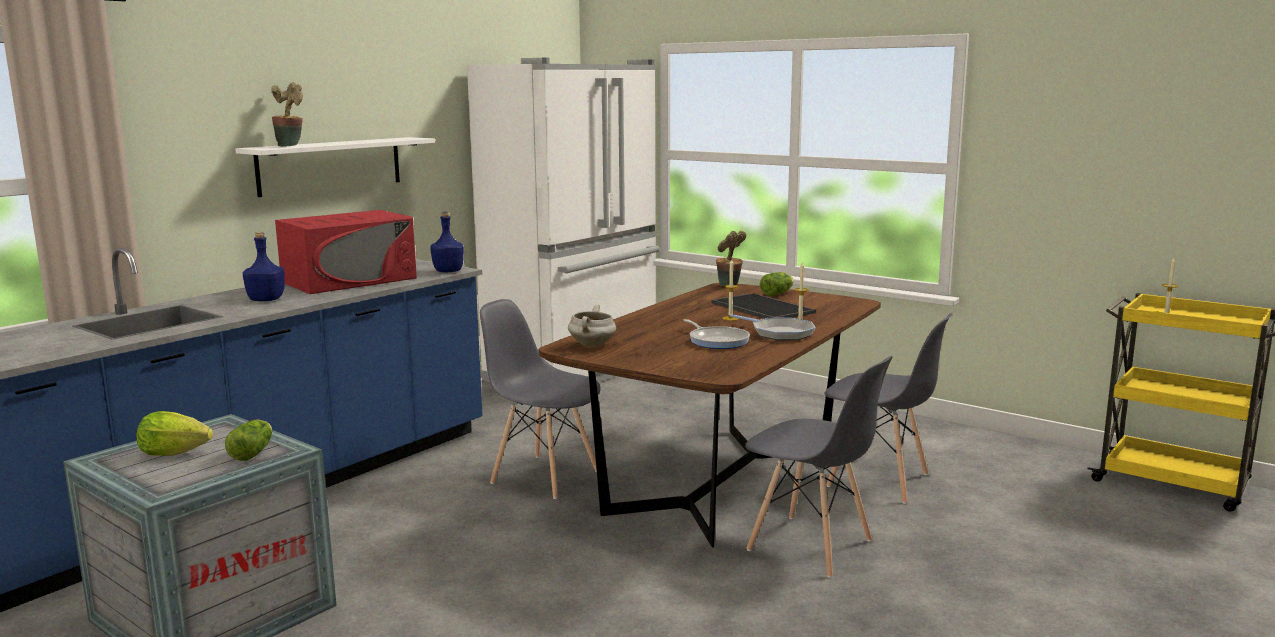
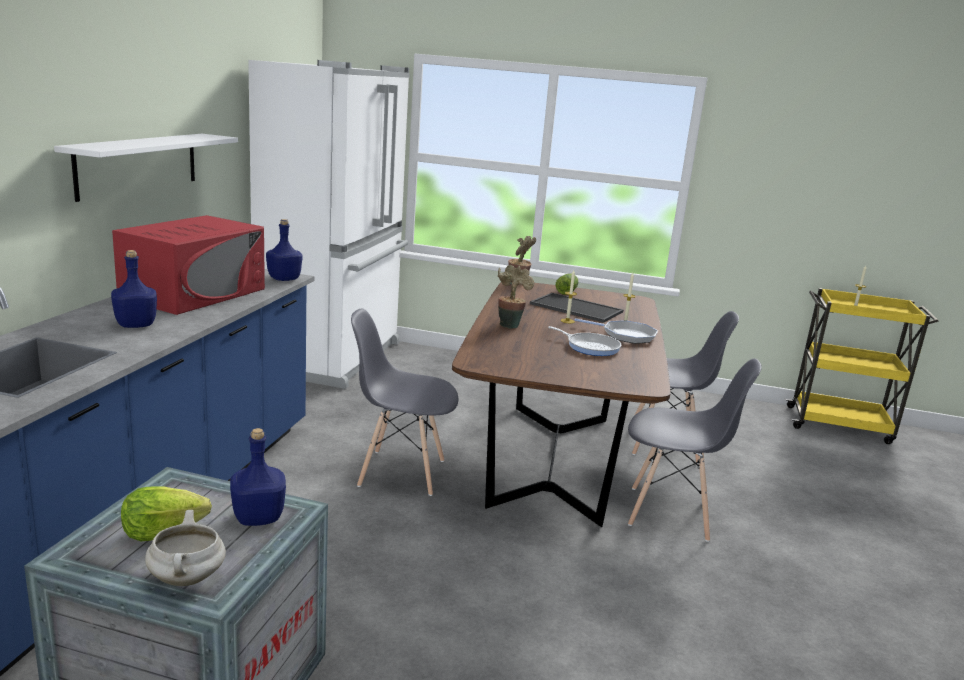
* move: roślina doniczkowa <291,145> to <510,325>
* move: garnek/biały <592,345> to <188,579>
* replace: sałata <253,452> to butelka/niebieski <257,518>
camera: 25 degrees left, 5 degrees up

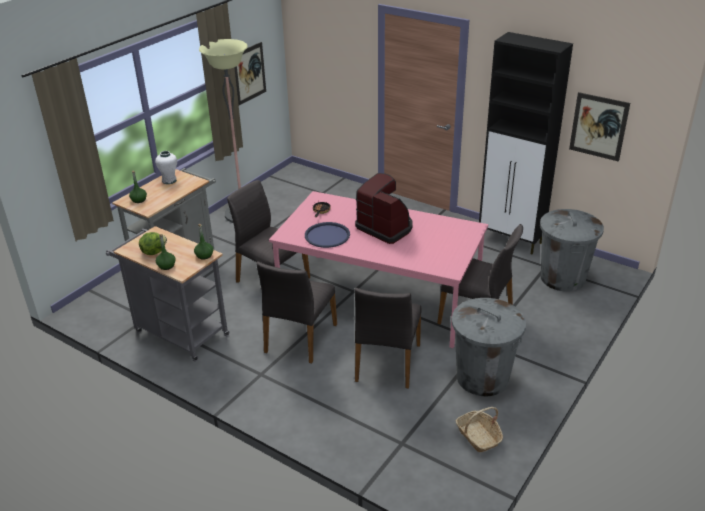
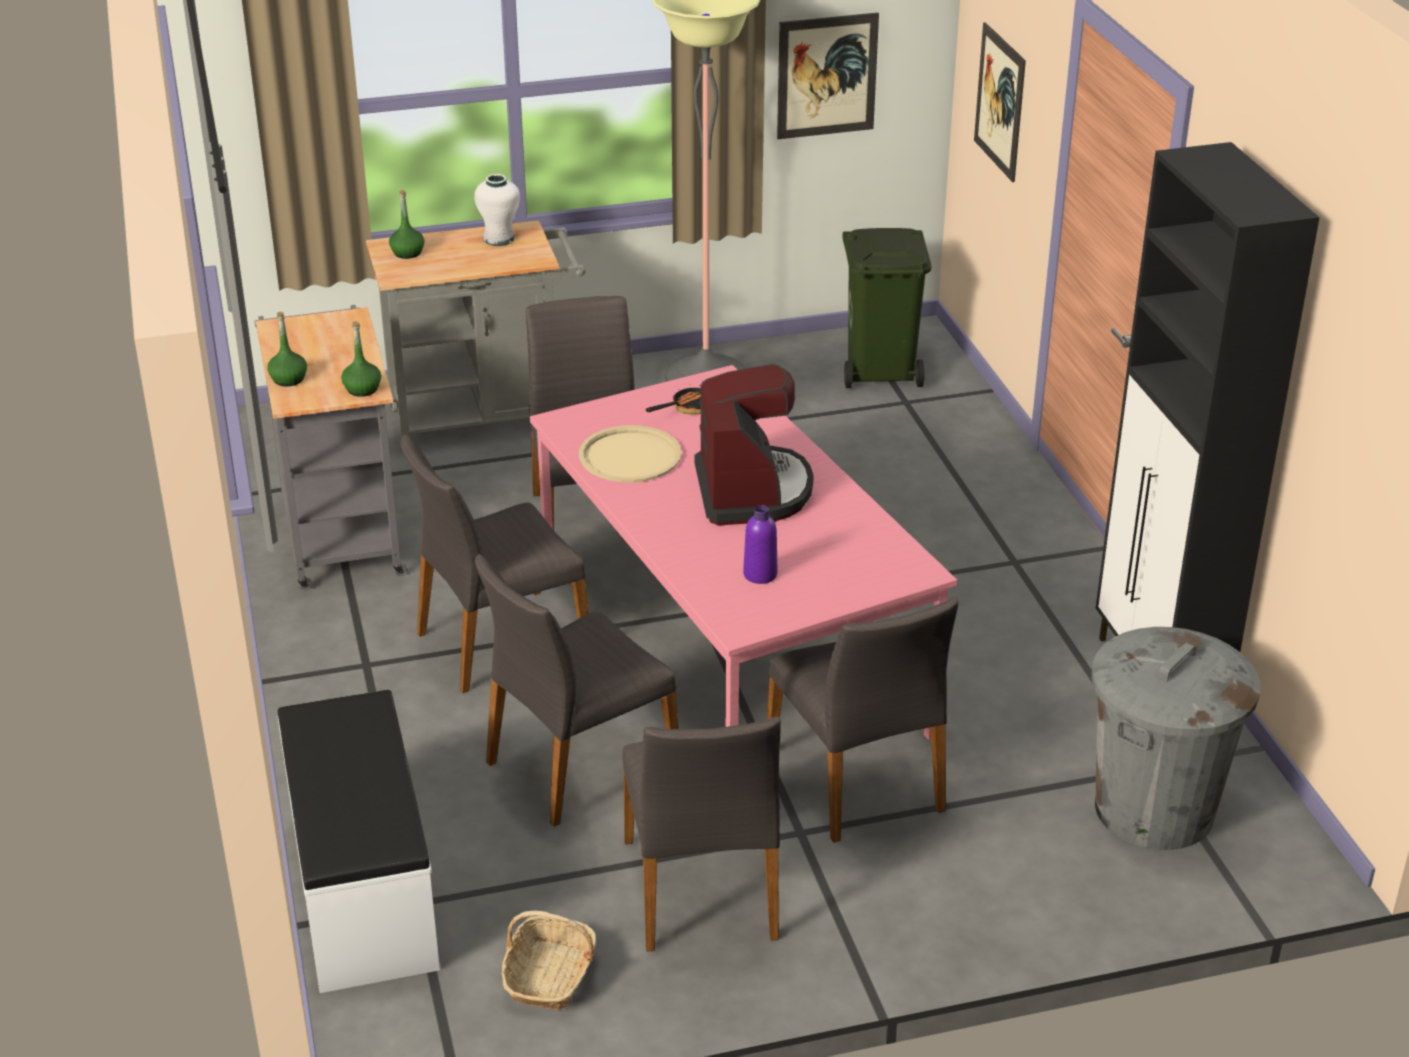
* move: obraz <598,126> to <1000,101>
* recolor: taca/niebieski <327,235> to taca/beżowy <630,456>
* delete: sałata <153,252>
* replace: kosz na śmieci/szary <482,378> to krzesło/szary <703,889>
* insert: kosz na śmieci/zielony <882,371>
* insert: butelka/fioletowy <760,574>
* insert: ławka/biały <360,889>
camera: 40 degrees right, 0 degrees up

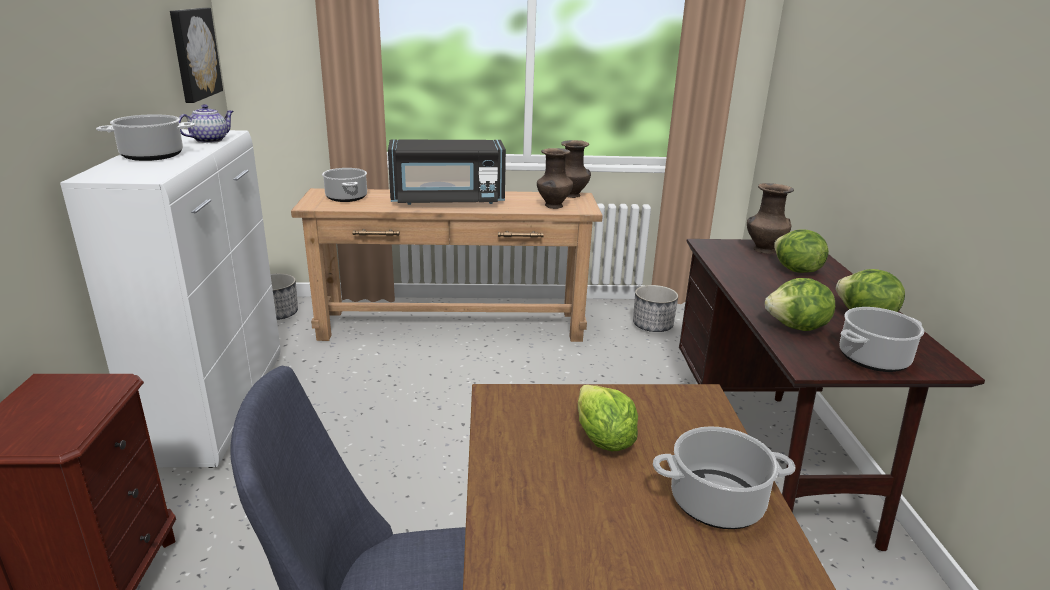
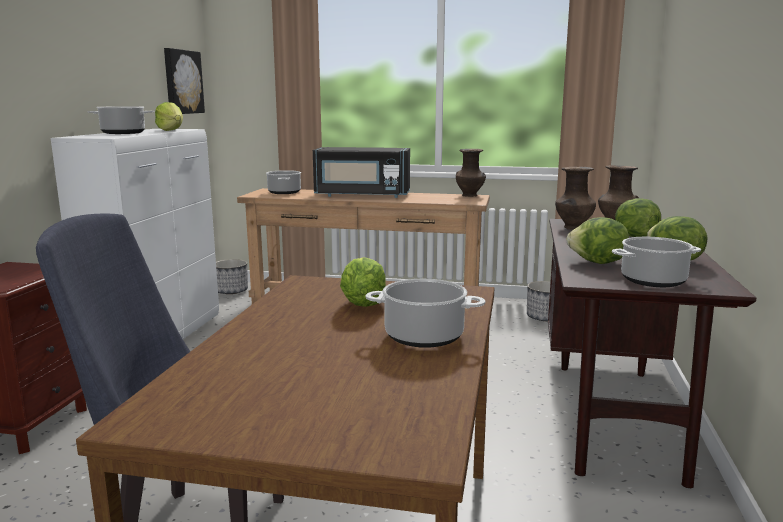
* replace: imbryk <210,140> to sałata <171,130>
* move: wazon/brązowy <553,206> to <573,228>
camera: 15 degrees right, 10 degrees down

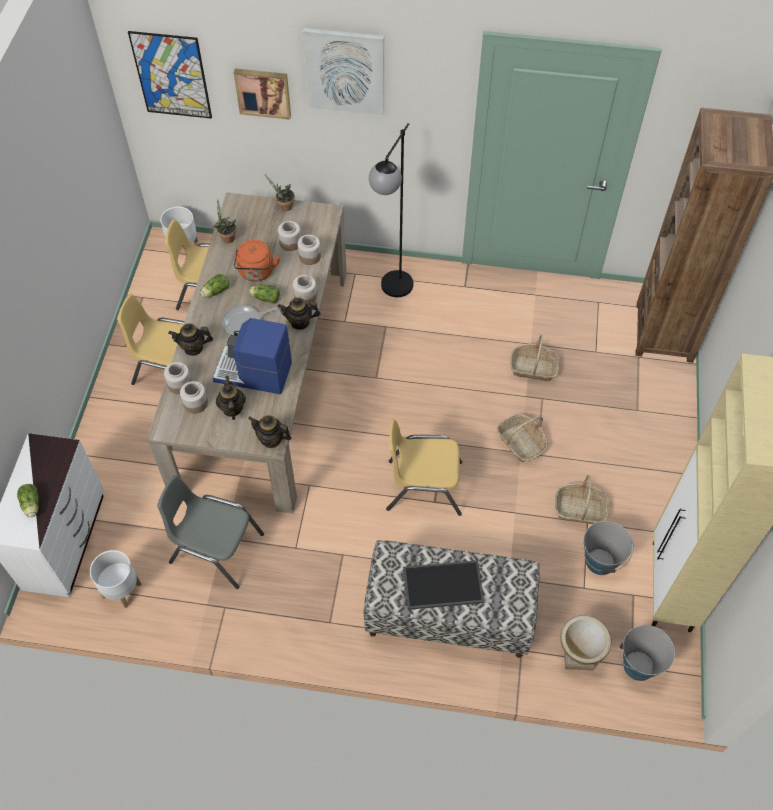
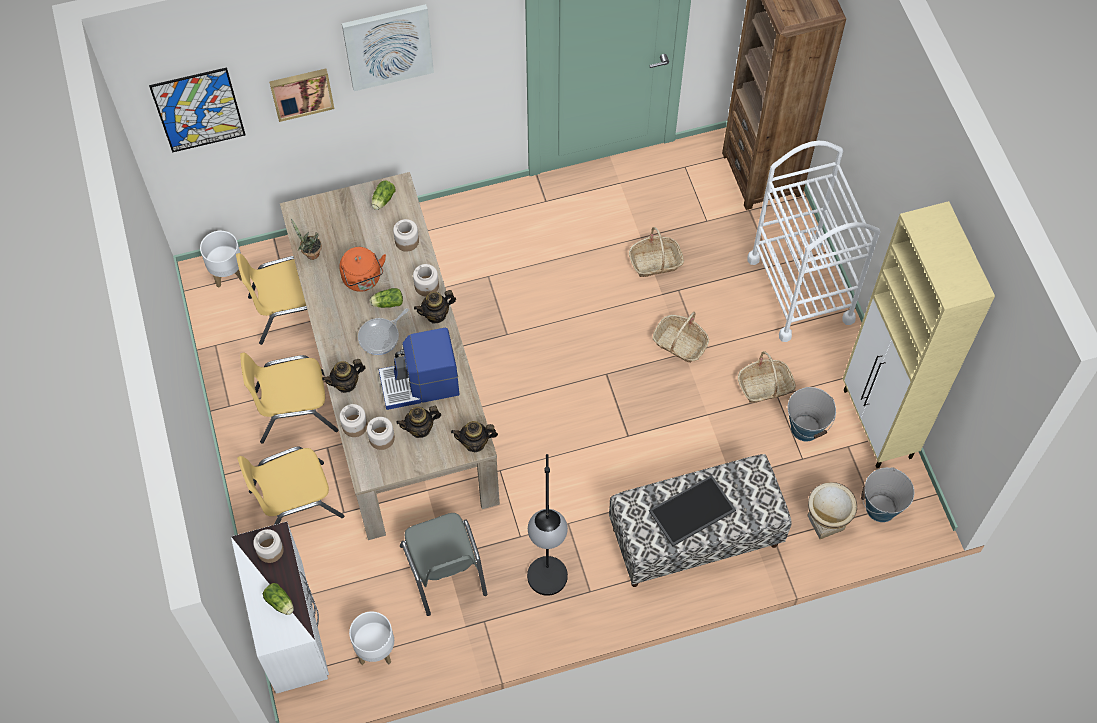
* move: lampa stojąca/czarny <392,293> to <547,590>
* delete: roślina doniczkowa <284,207>
* move: słoik <290,242> to <270,550>
* move: sałata <215,292> to <382,200>
* rotate: imbryk <232,408> = <420,428> 75 degrees counterclockwise
* move: krzesło/żółty <424,486> to <295,503>
* rotate: krzesło/szary <216,548> = <444,570> 105 degrees counterclockwise
* insert: wózek/biały <800,289>
camera: 25 degrees left, 5 degrees up

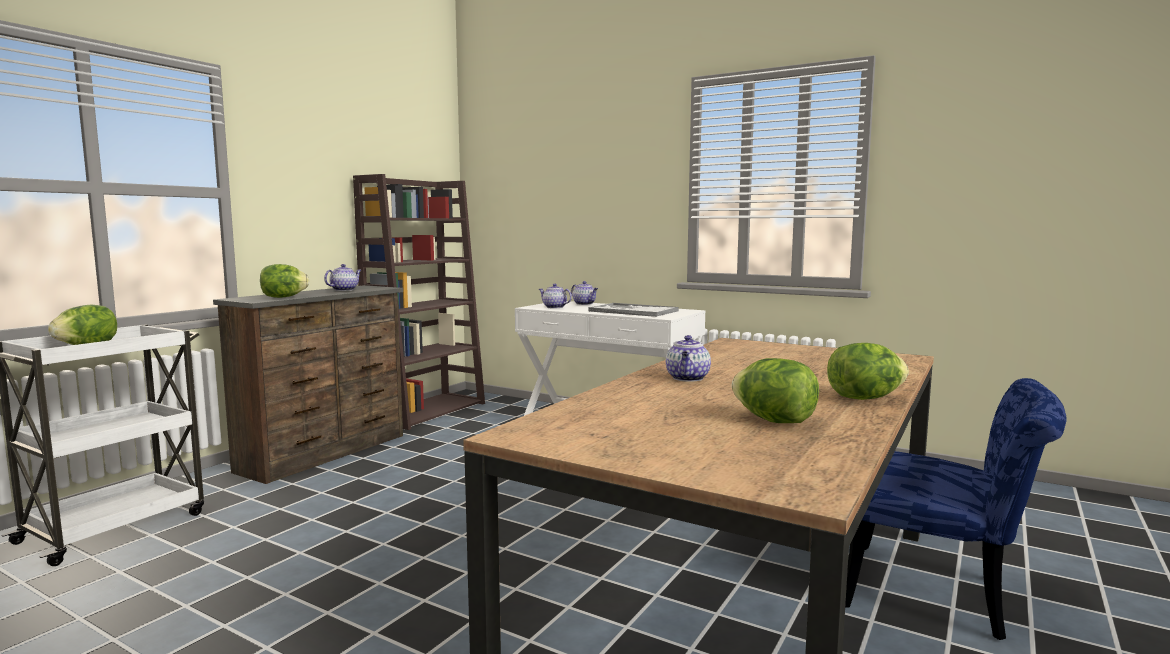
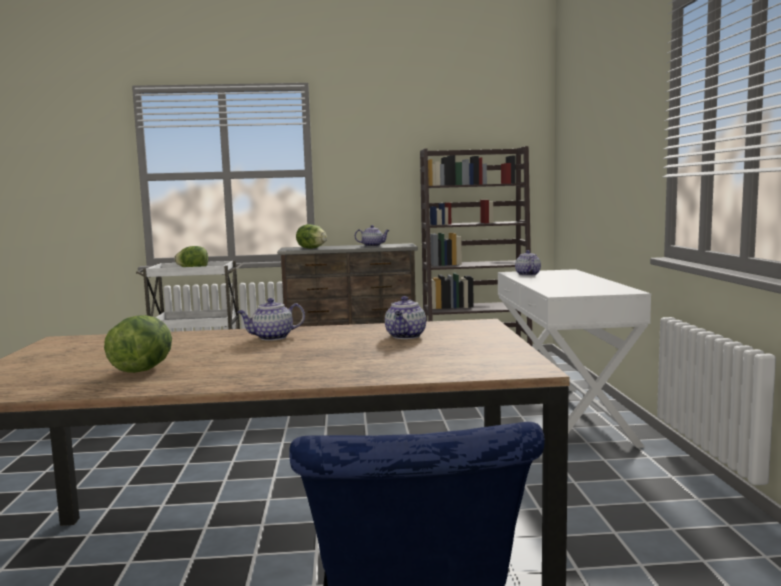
* move: imbryk <585,304> to <406,336>
* delete: taca <632,311>
* delete: sałata <864,398>
camera: 55 degrees right, 0 degrees up

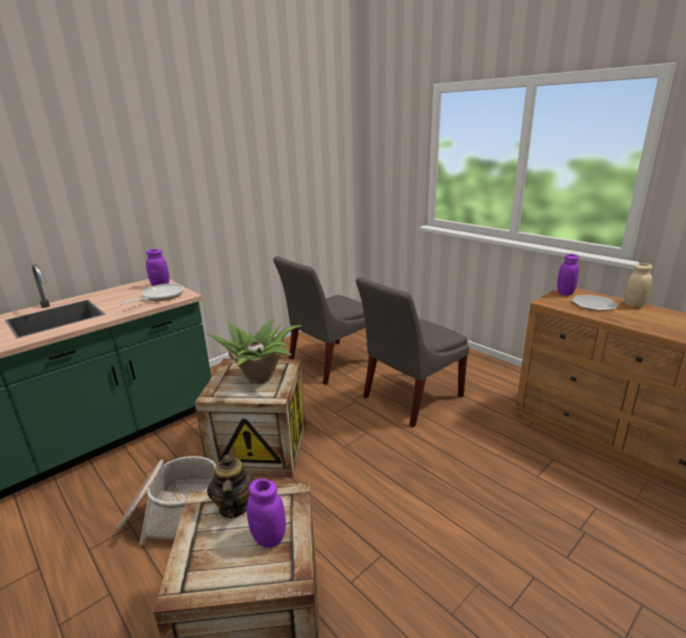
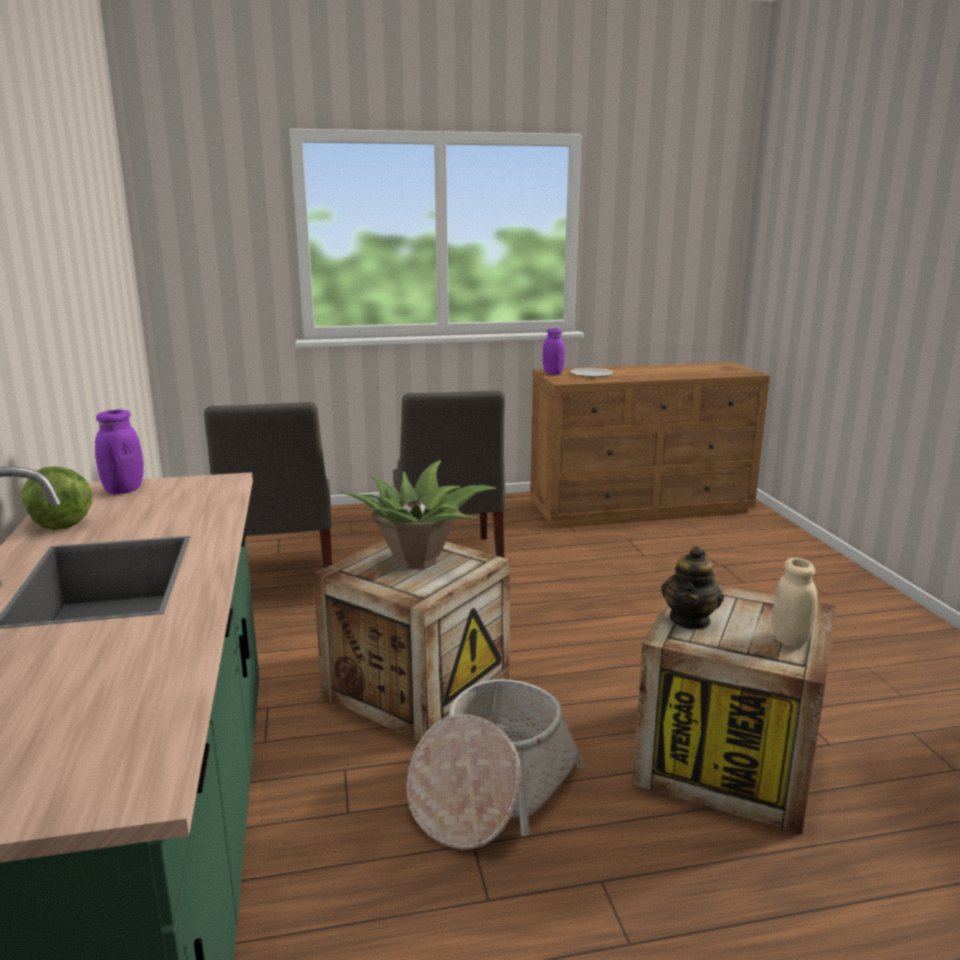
* move: słoik/beżowy <634,305> to <790,639>
* delete: patelnia <160,297>
* rotate: imbryk <234,506> = <690,620> 90 degrees counterclockwise
* delete: słoik/fioletowy <269,538>
* insert: sałata <58,521>
camera: 60 degrees left, 5 degrees down

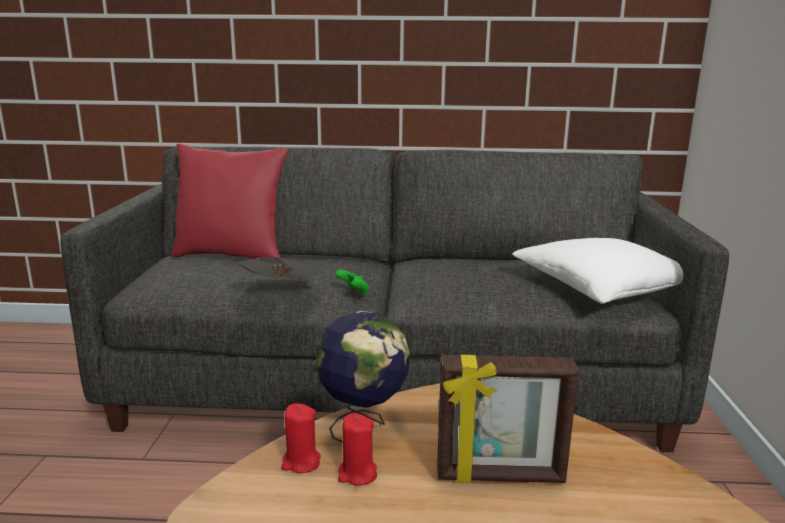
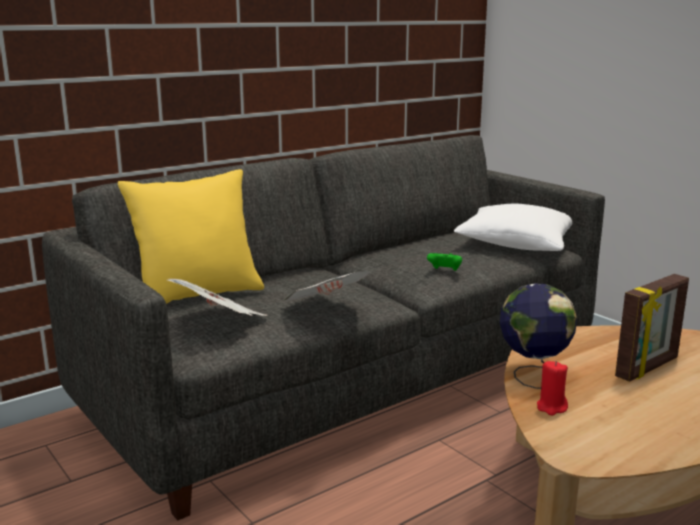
* recolor: poduszka/czerwony <231,255> to poduszka/żółty <197,295>
* move: pad do gier/zielony <354,293> to <444,271>
* delete: świeca/czerwony <357,474>
* insert: gazeta <219,321>
camera: 40 degrees left, 0 degrees up

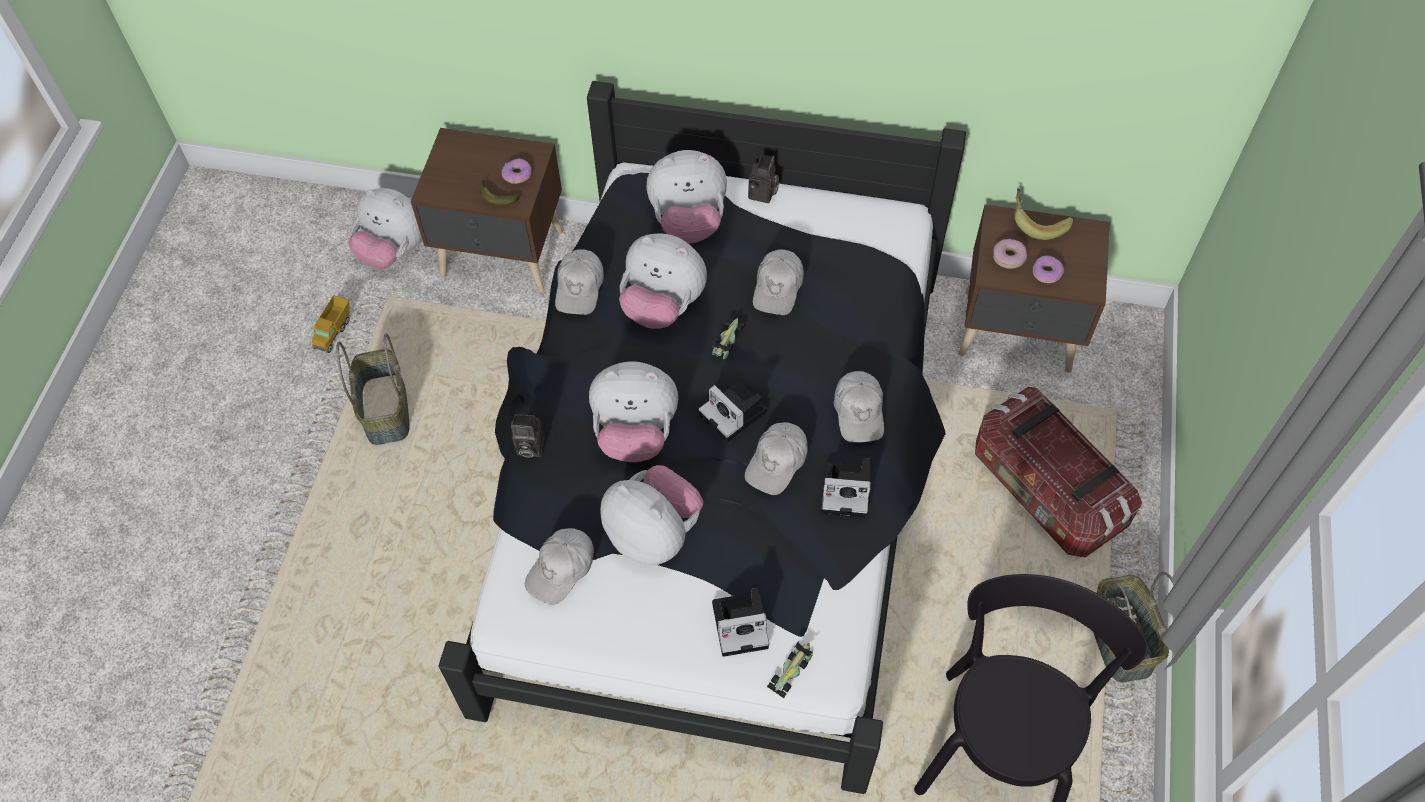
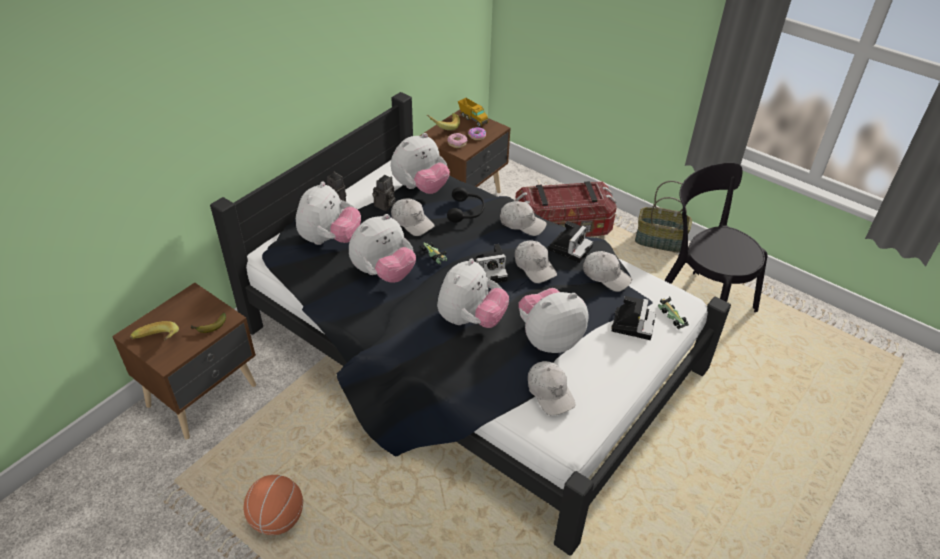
* delete: donut <517,174>
* move: pluszak <393,251> to <420,188>
* move: czapka z daszkiem/biały <580,288> to <606,276>
* move: ciężarówka zabawkowa <334,332> to <473,119>
* replace: koszyk <387,410> to piłka do koszykówki <278,519>
* move: aparat fotograficzny <528,447> to <385,205>
* insert: słuchawki/czarny <466,211>
* insert: banan <158,343>
camera: 65 degrees left, 15 degrees down

